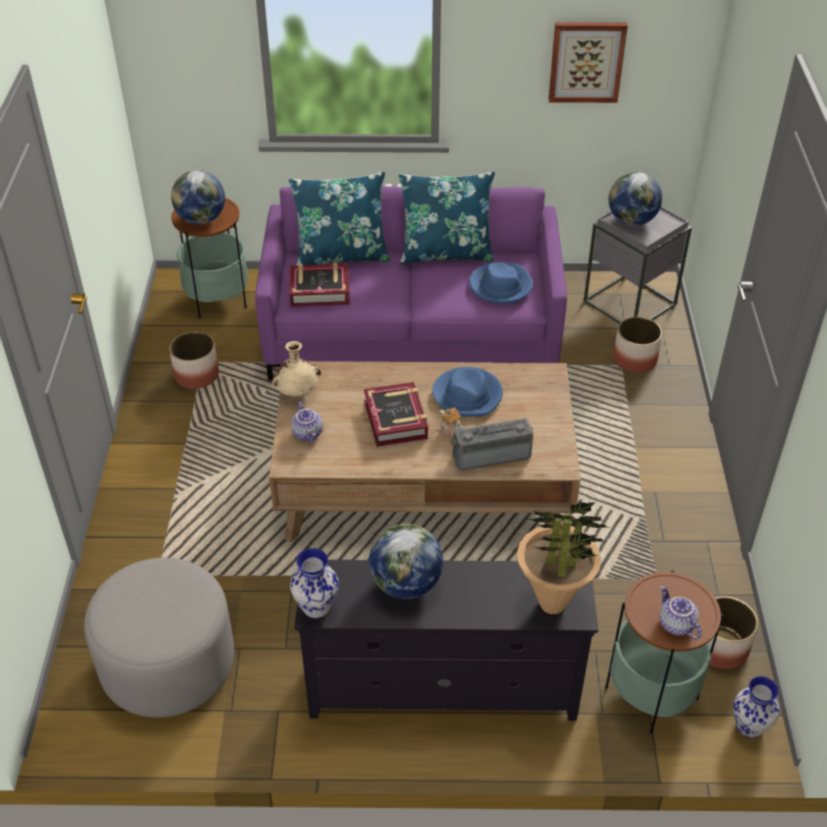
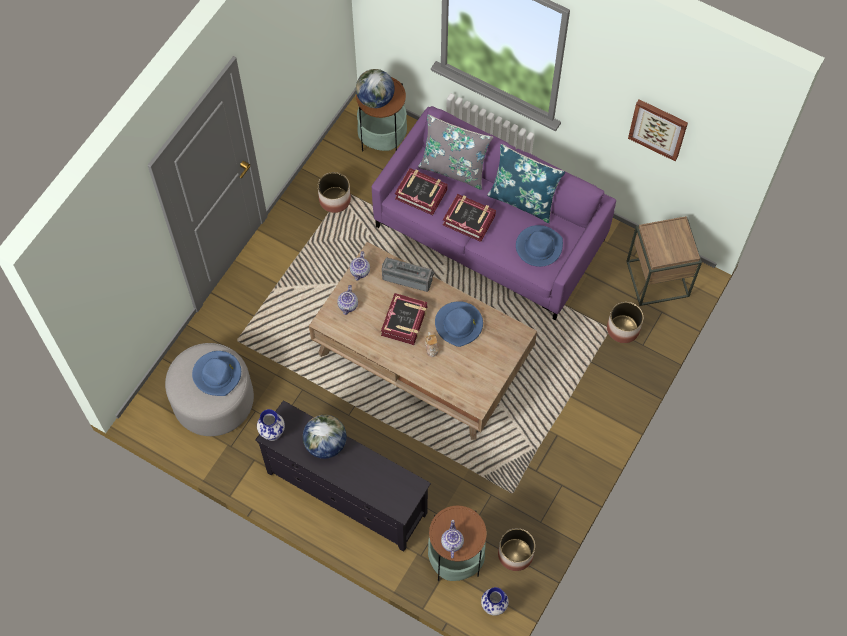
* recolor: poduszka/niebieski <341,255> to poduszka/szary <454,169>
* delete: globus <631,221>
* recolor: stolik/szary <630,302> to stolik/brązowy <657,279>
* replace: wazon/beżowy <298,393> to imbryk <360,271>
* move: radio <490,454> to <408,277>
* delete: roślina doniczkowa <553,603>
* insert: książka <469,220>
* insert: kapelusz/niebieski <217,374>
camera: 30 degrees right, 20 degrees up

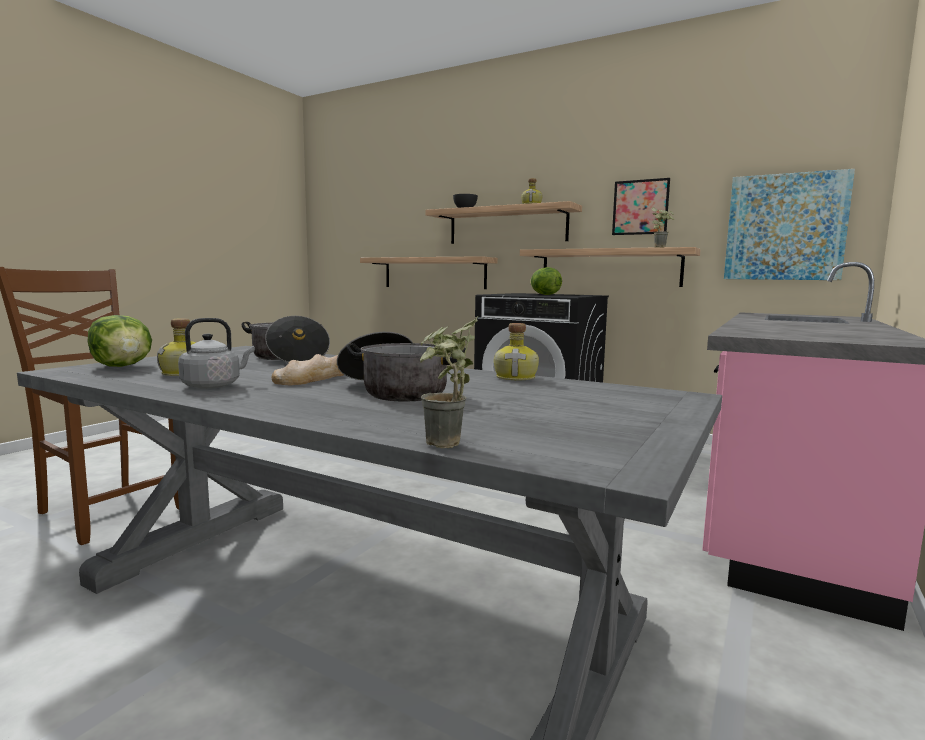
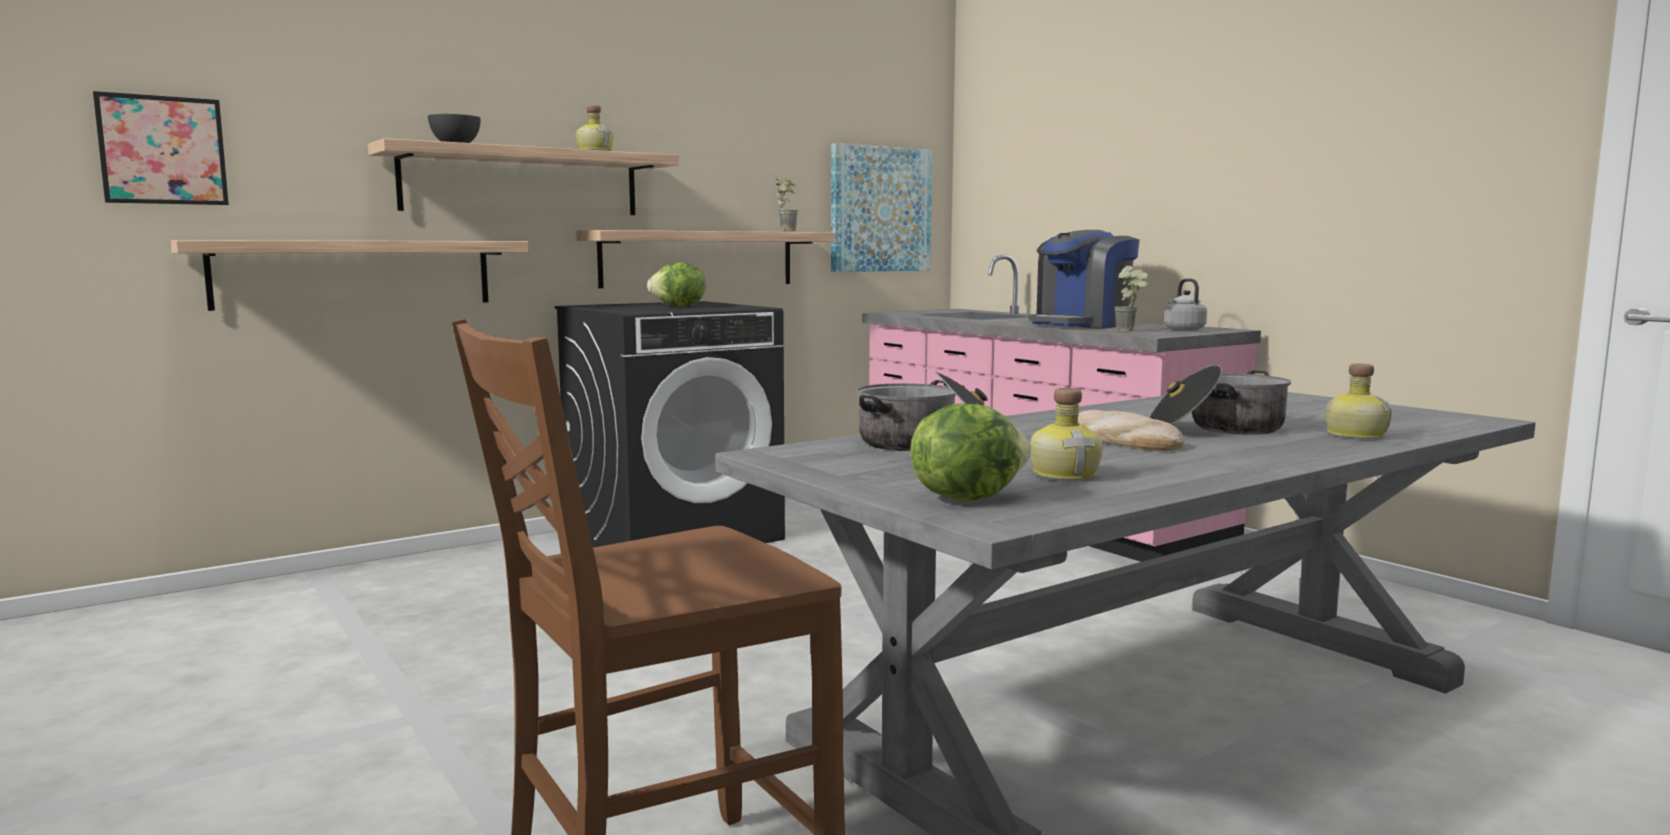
* move: obraz <640,207> to <162,150>
* move: roślina doniczkowa <444,447> to <1130,331>
* move: czajnik/szary <214,385> to <1182,329>
* move: butelka <516,377> to <1354,435>
* insert: ekspres do kawy <1081,325>
camera: 65 degrees left, 0 degrees up

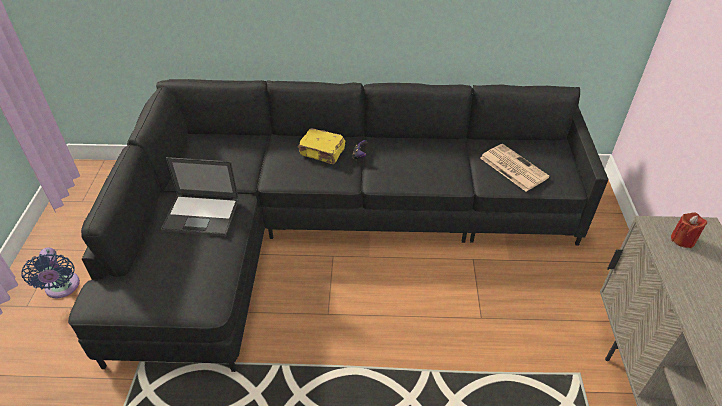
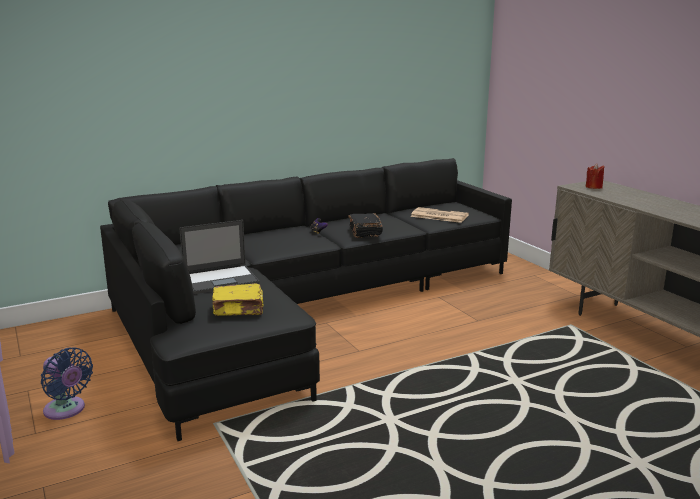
* move: książka/żółty <322,152> to <239,310>
* insert: książka/czarny <365,232>
camera: 30 degrees left, 25 degrees down

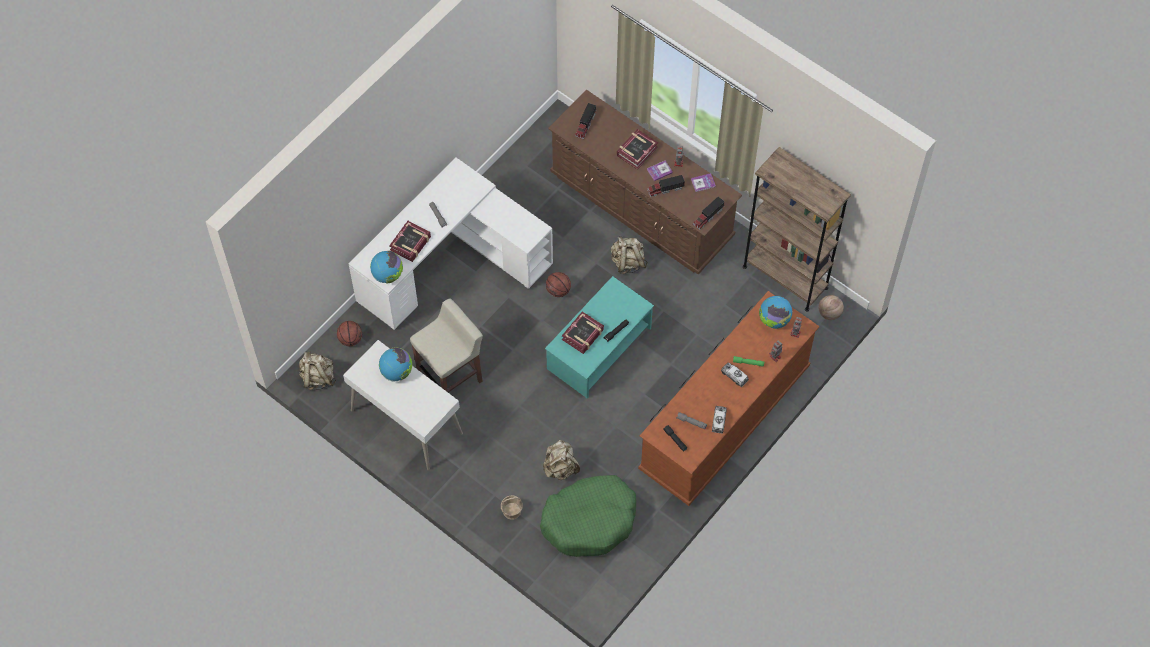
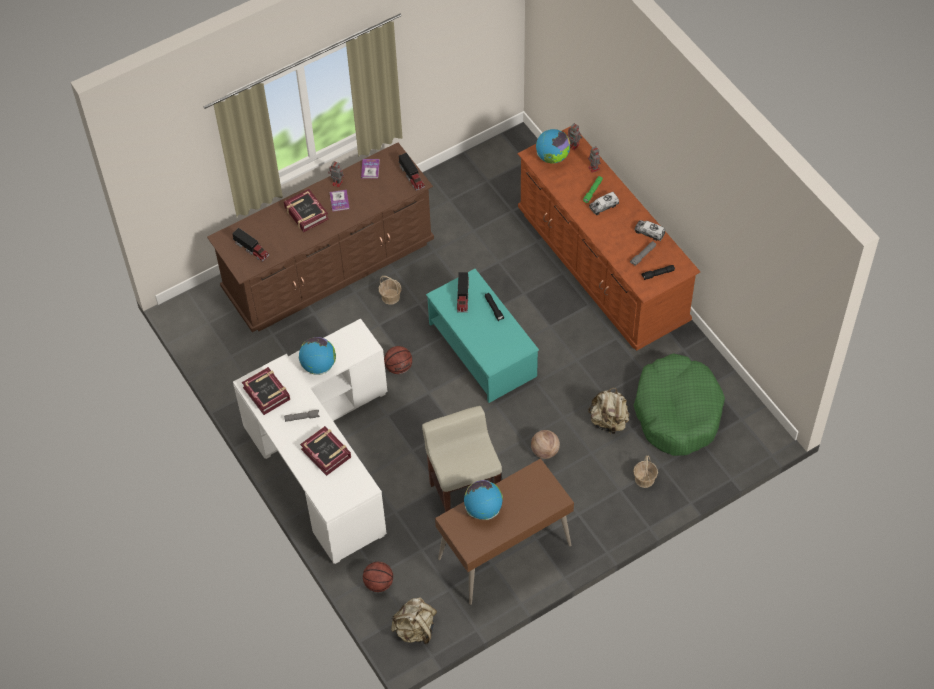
* delete: regał/brązowy <785,277>
* move: ciężarówka zabawkowa <665,189> to <462,296>
* replace: plecak/beżowy <628,262> to koszyk <390,297>
* move: globus <388,275> to <318,365>
* move: piłka do koszykówki <829,313> to <545,451>
* move: książka <583,335> to <267,393>
* recolor: biurko/biały <406,422> to biurko/brązowy <505,553>
camera: 70 degrees left, 5 degrees down

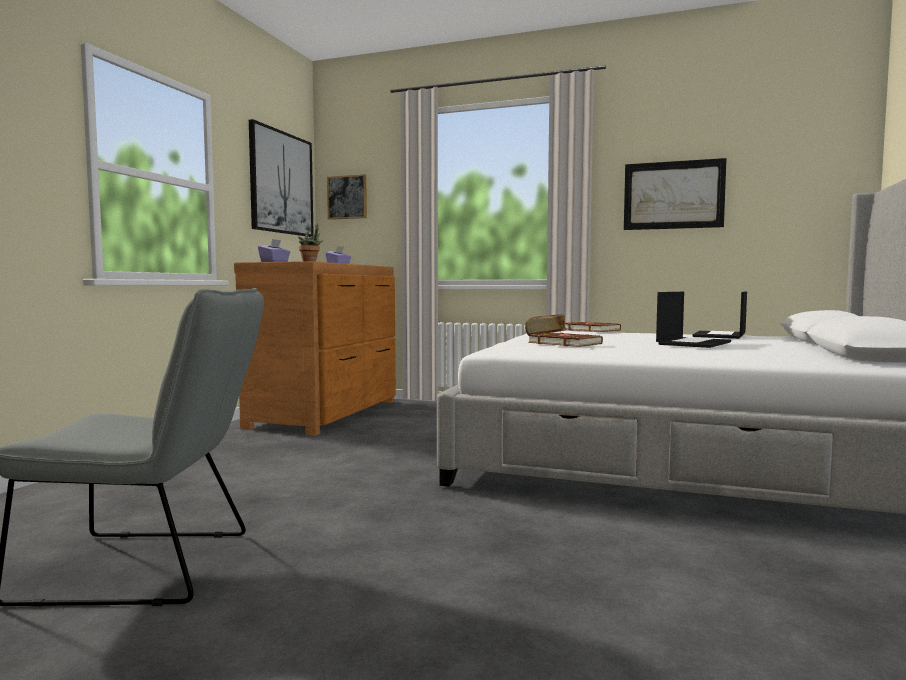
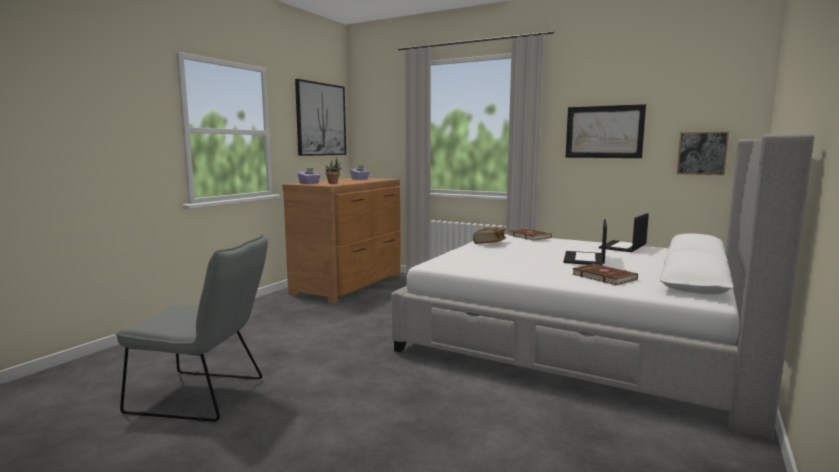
* move: obraz <347,197> to <702,153>
* rotate: laptop <693,343> = <584,259> 150 degrees clockwise
* move: książka/brązowy <565,343> to <604,277>
camera: 10 degrees right, 5 degrees up

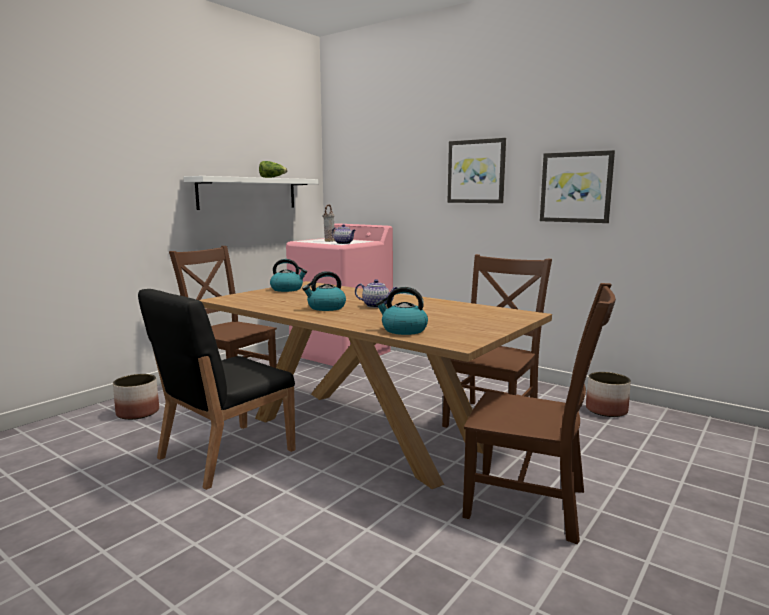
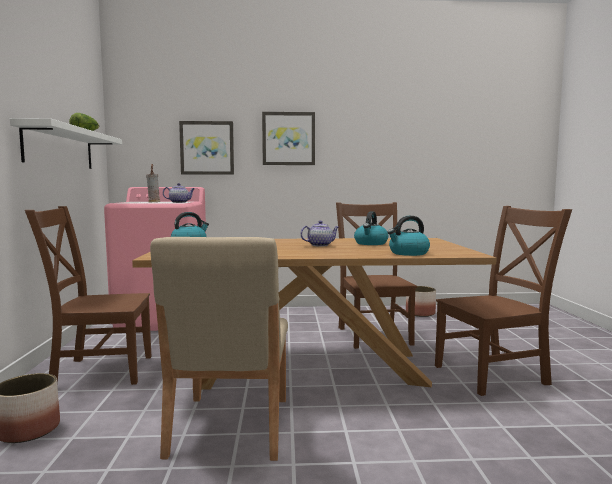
* move: obraz <576,187> to <207,148>
* move: czajnik <326,308> to <371,243>
* recolor: krzesło/czarny <225,454> to krzesło/beżowy <229,427>
camera: 40 degrees left, 5 degrees down

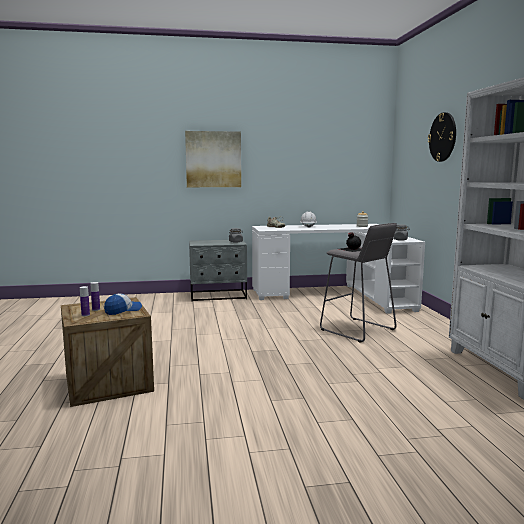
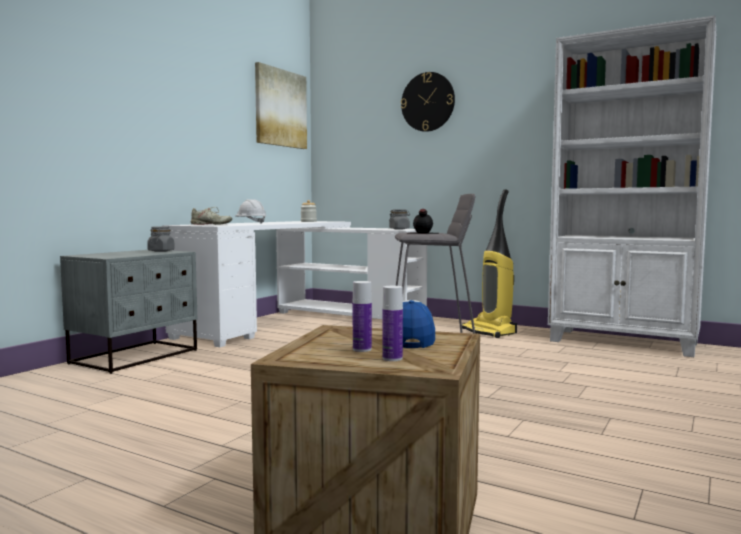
* move: obraz <213,159> to <280,108>
* insert: odkurzacz <490,332>
camera: 50 degrees left, 5 degrees down

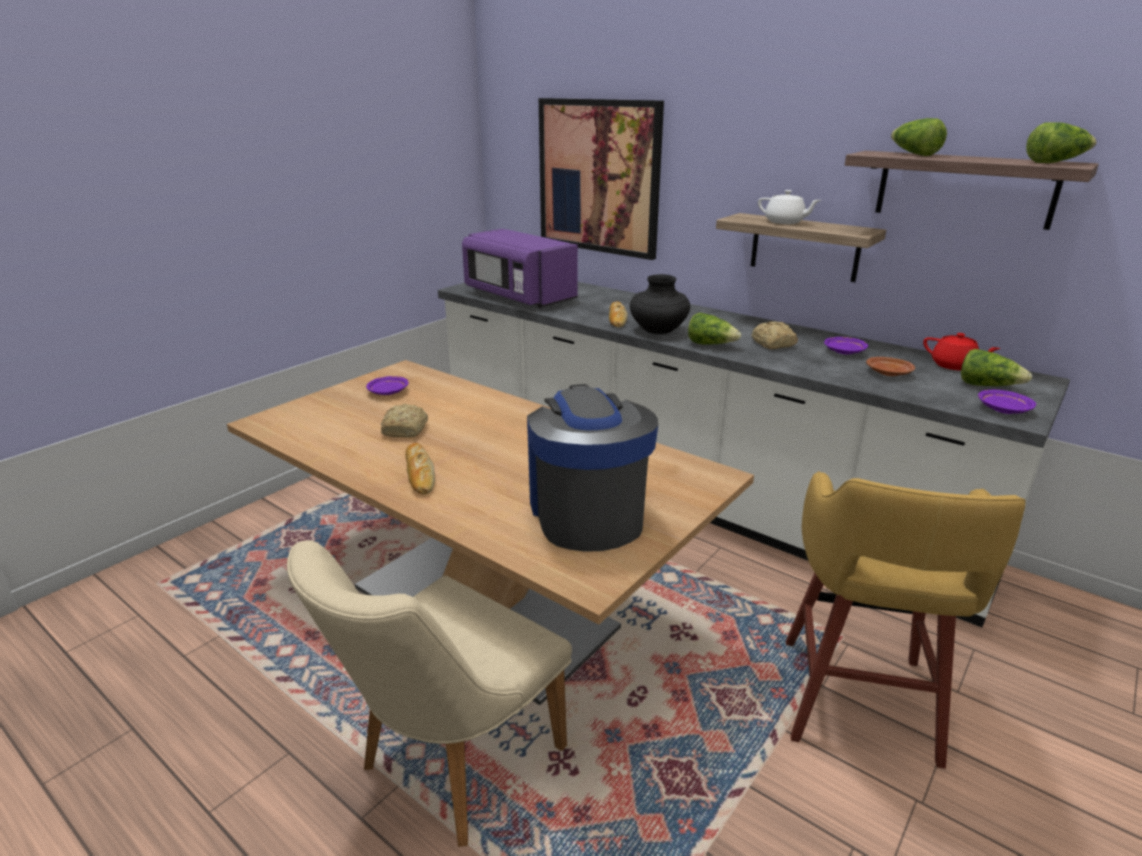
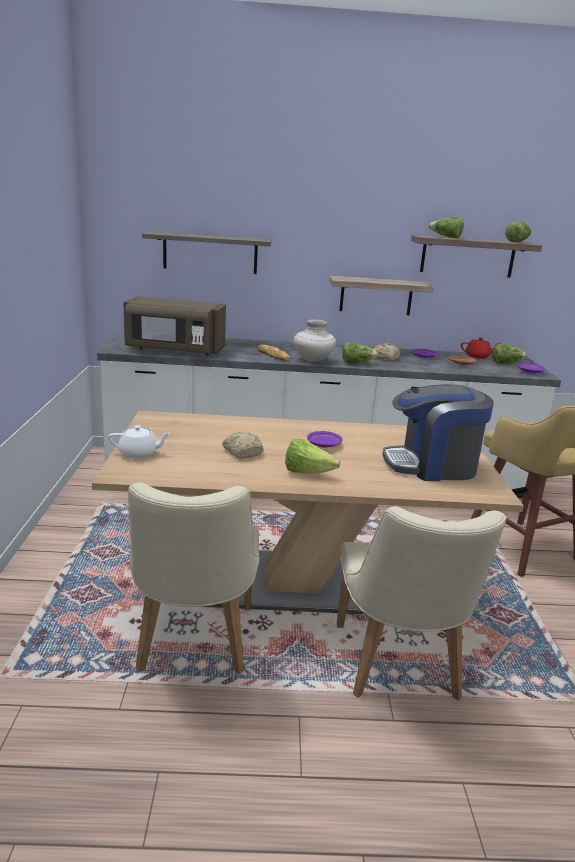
* replace: obraz <598,177> to półka <210,253>
* move: imbryk/biały <785,222> to <139,454>
* recolor: mikrofalówka/fioletowy <518,296> to mikrofalówka/brązowy <174,350>
* recolor: wazon/czarny <658,331> to wazon/beżowy <313,360>
* move: talerz/fioletowy <388,392> to <323,444>
* rotate: ekspres do kawy <586,512> = <432,466> 45 degrees counterclockwise
* replace: chleb <419,473> to sałata <307,473>
* insert: krzesło/beżowy <192,647>
camera: 40 degrees left, 5 degrees down

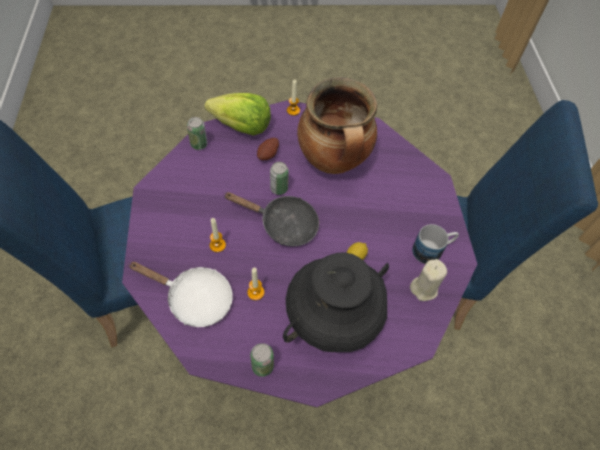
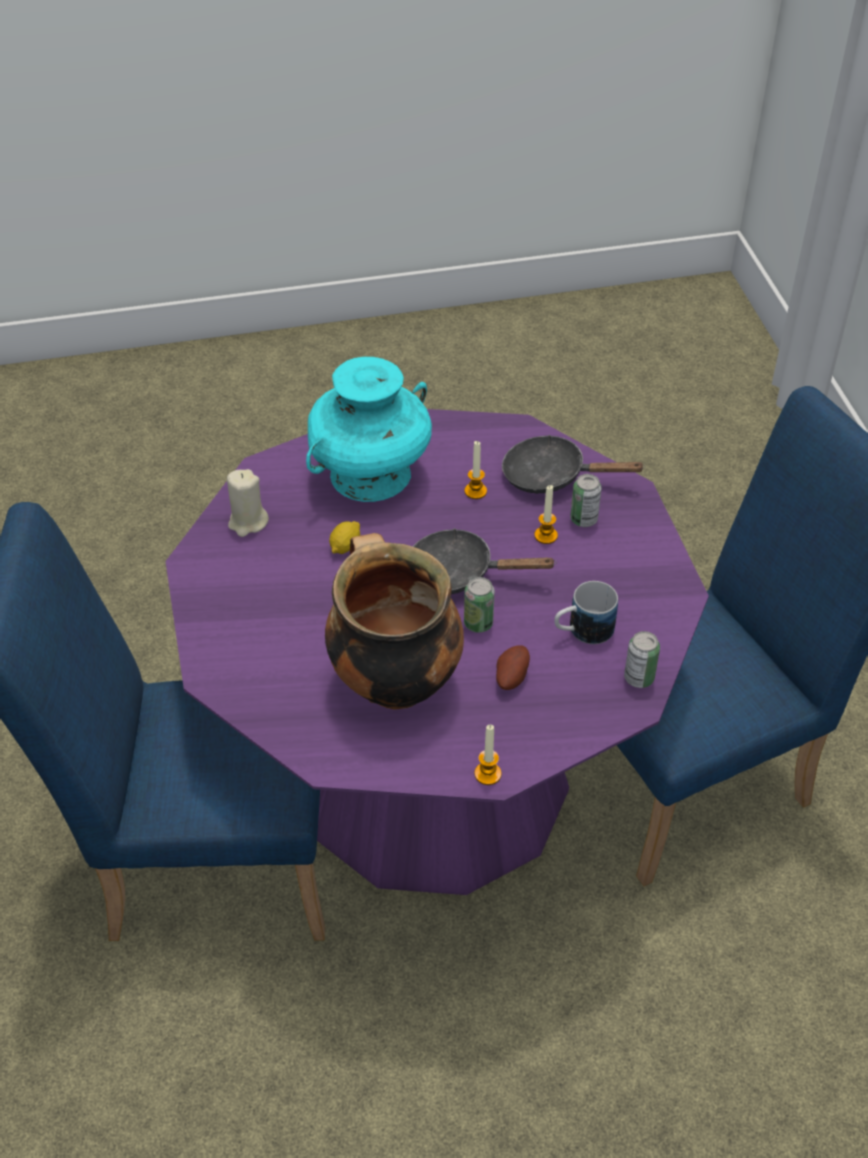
* delete: sałata <241,127>
* move: kubek <432,250> to <582,631>
* recolor: wazon/czarny <332,321> to wazon/turkusowy <370,475>
* recolor: patelnia/biały <194,299> to patelnia/czarny <552,476>
* move: puszka <262,366> to <583,519>
camera: 175 degrees right, 10 degrees down

